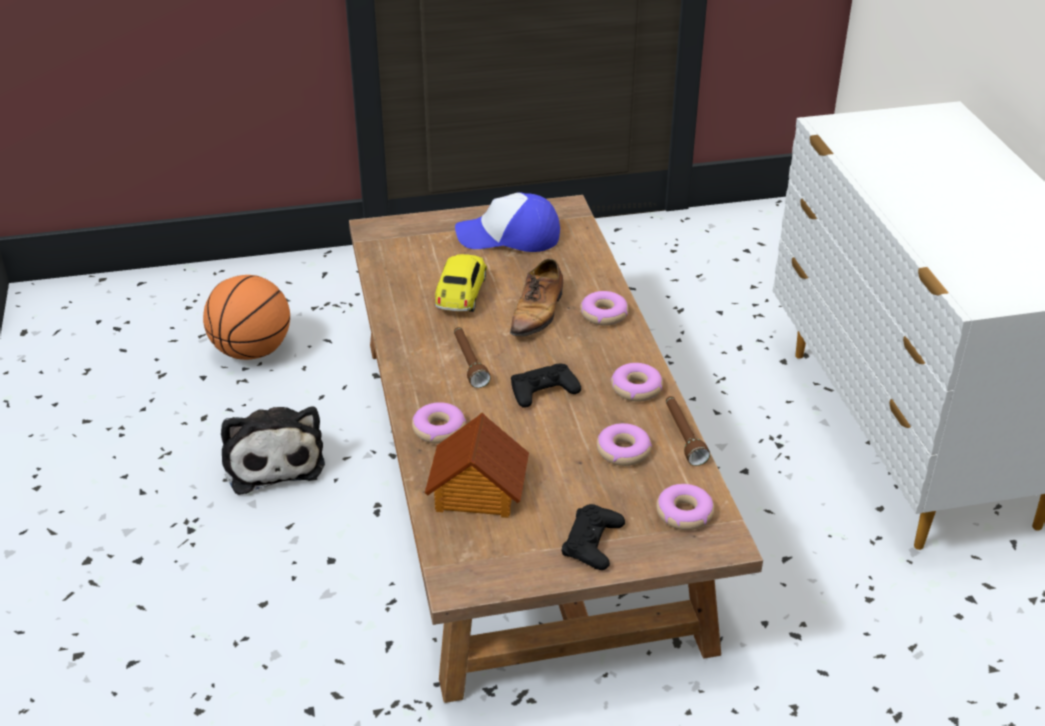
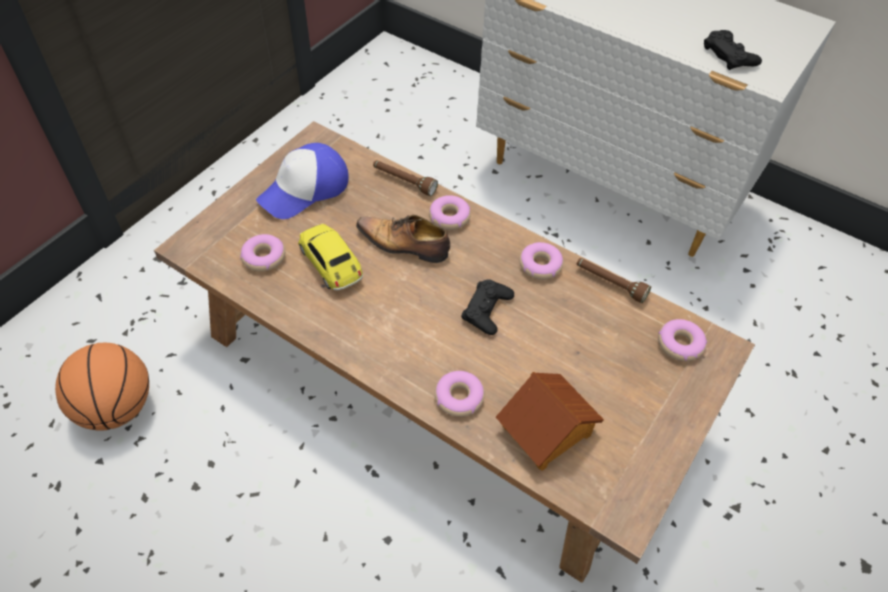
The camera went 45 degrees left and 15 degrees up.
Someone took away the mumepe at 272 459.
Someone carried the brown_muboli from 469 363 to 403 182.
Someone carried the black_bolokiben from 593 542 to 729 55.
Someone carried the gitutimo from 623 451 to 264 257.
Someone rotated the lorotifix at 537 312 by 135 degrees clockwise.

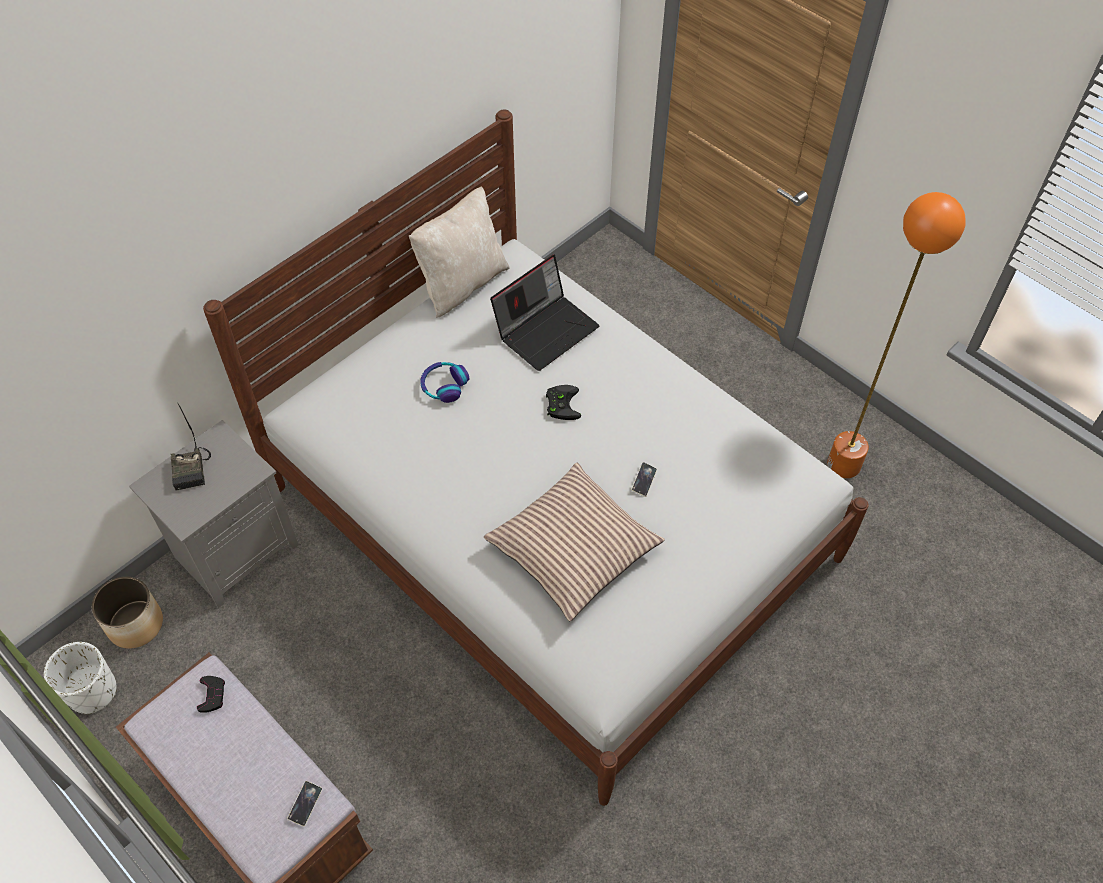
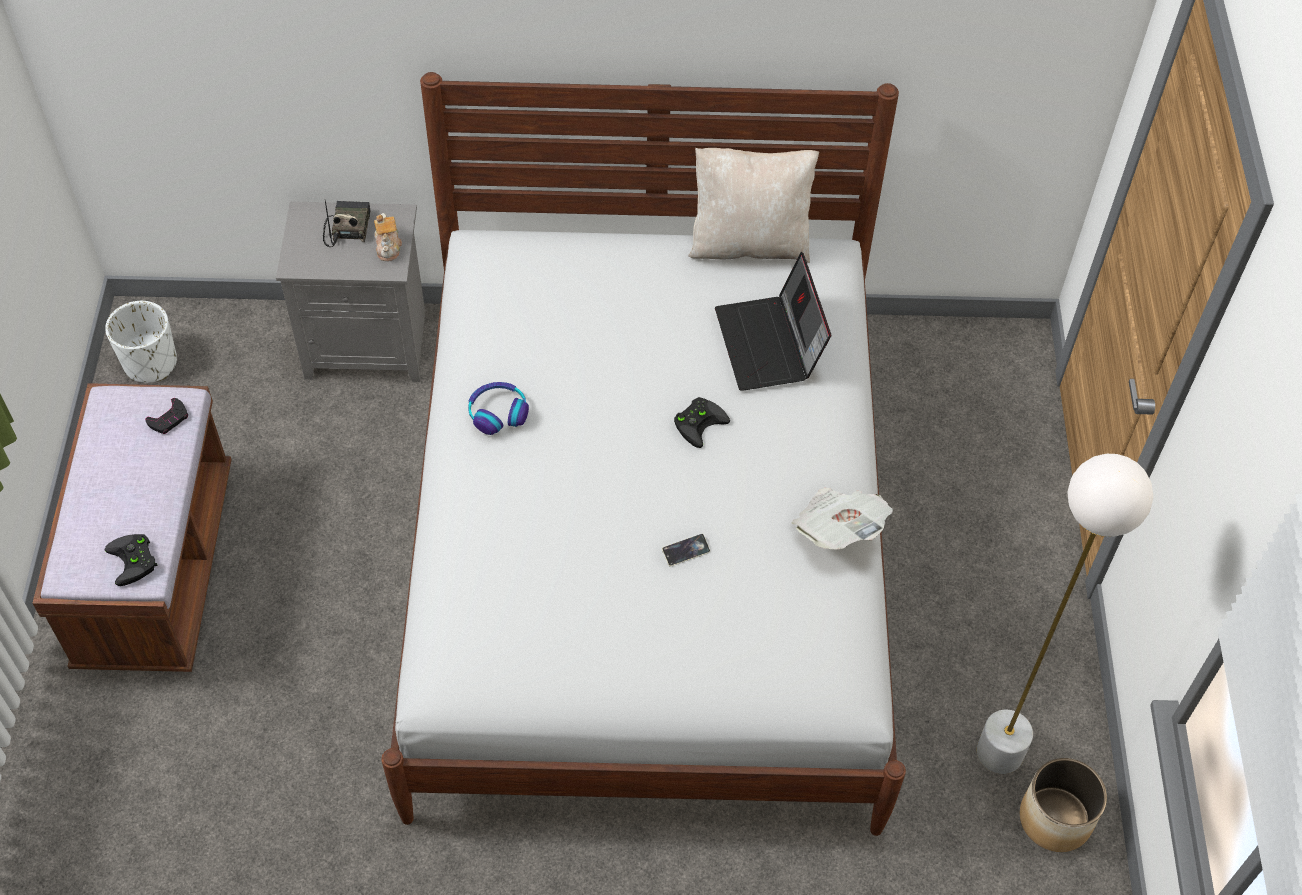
The camera went 45 degrees right and 0 degrees up.
Someone took away the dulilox at 573 548.
Someone put down the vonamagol at 388 246.
Someone put down the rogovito at 838 529.
Someone carried the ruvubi from 135 624 to 1054 818.
Someone carried the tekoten from 444 386 to 498 412.
Someone swapped the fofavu at 305 804 for the black_bolokiben at 134 561.
Someone repainted the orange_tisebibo at 844 464, which became the white_tisebibo at 1000 752.
Someone rotated the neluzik at 192 470 by 150 degrees clockwise.
Someone rotated the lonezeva at 546 329 by 75 degrees clockwise.

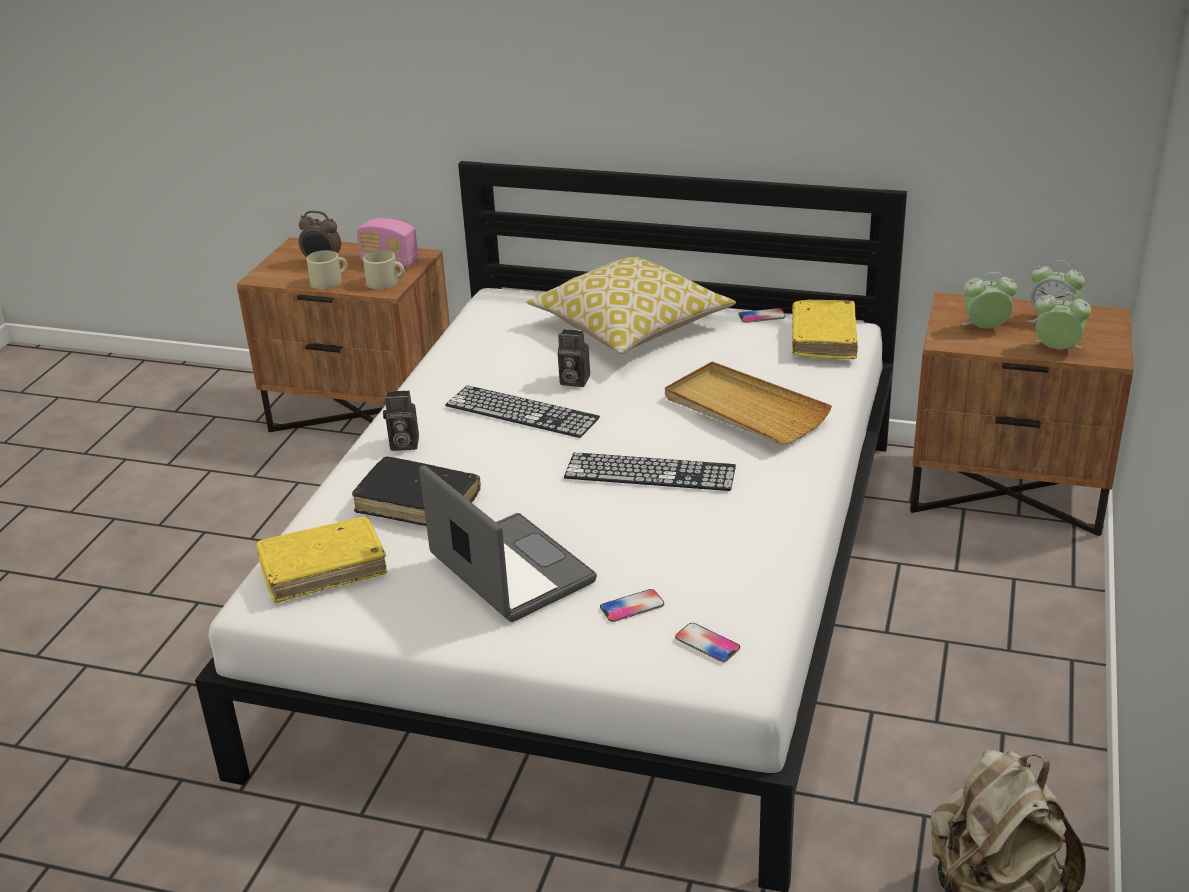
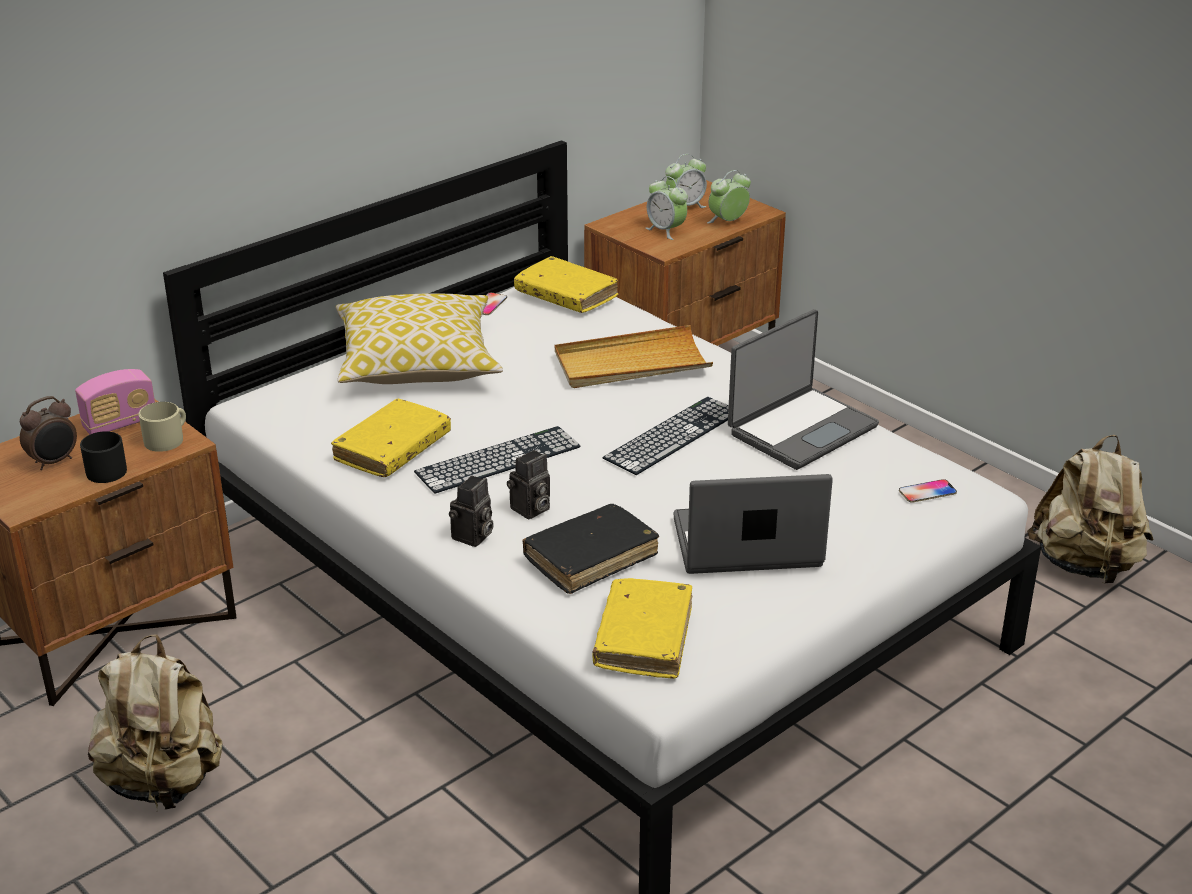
The camera went 60 degrees left and 0 degrees up.
Someone took away the fofavu at 632 606.
Someone put down the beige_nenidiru at 164 782.
Someone put down the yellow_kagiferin at 392 449.
Someone put down the lonezeva at 800 429.
Someone carried the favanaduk from 572 381 to 530 510.
Someone repainted the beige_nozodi at 330 281, which became the black_nozodi at 108 469.
Someone rotated the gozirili at 985 328 by 75 degrees counterclockwise.

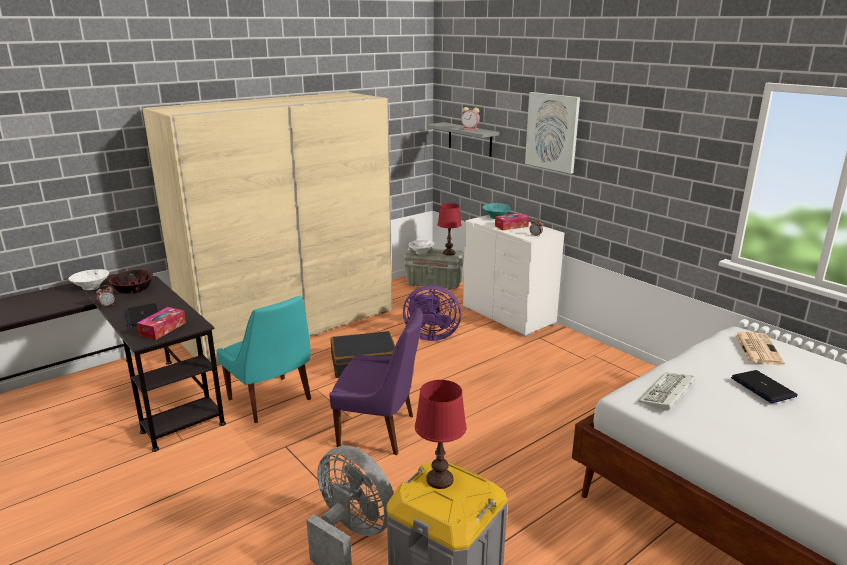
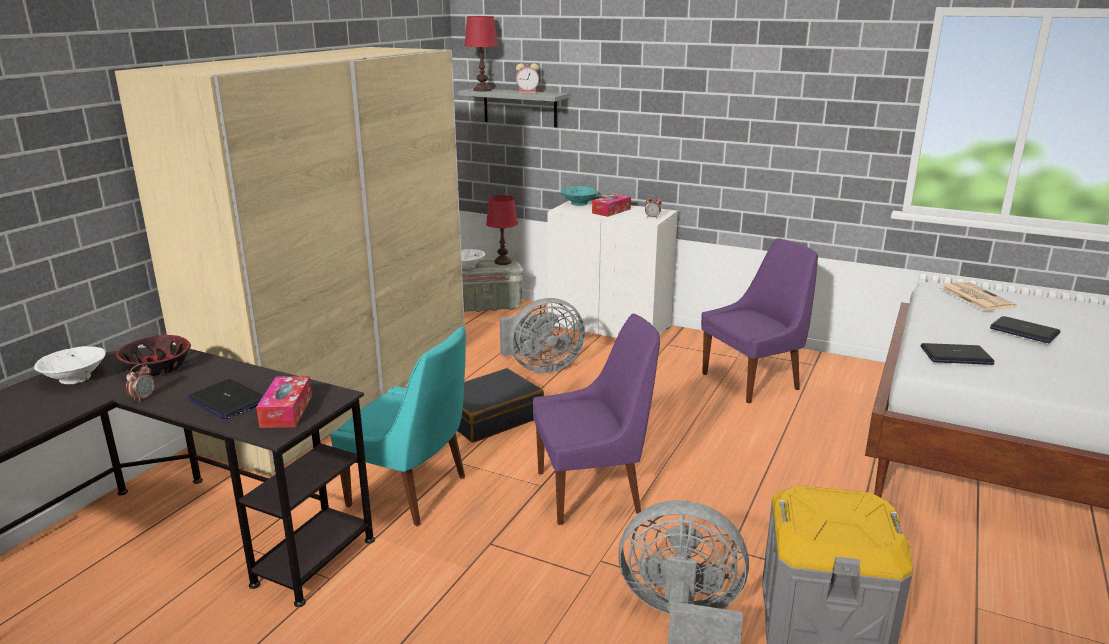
The camera went 25 degrees left and 0 degrees up.
Someone took away the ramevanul at 552 132.
Someone put down the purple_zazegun at 753 381.
Someone carried the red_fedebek from 439 480 to 482 90.
Someone swapped the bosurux at 667 394 for the lonezeva at 956 355.
Someone repainted the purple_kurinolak at 430 335, which became the grey_kurinolak at 541 367.

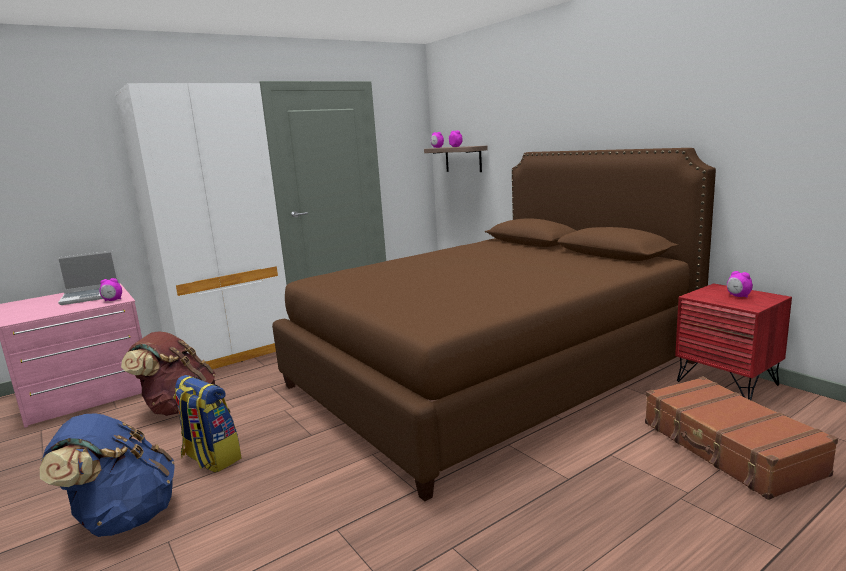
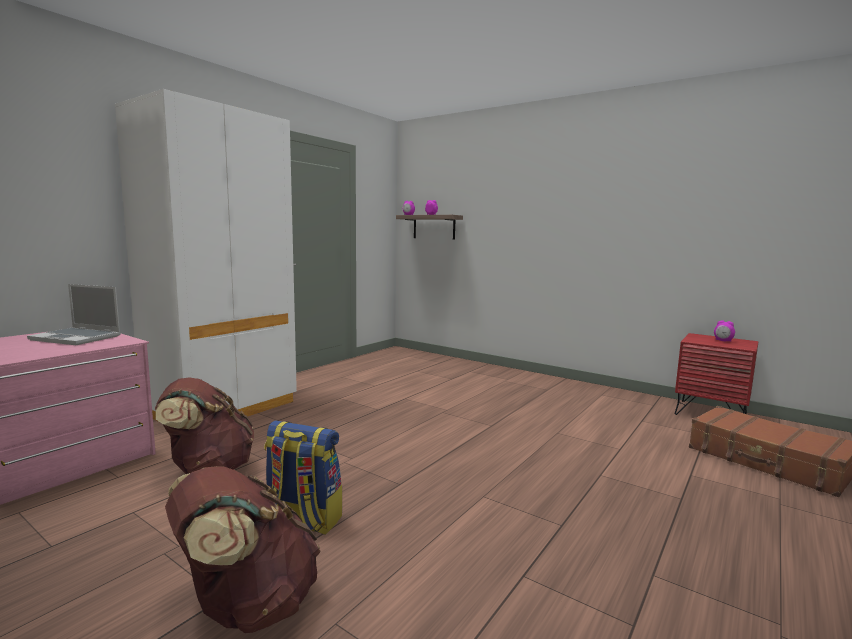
The camera went 20 degrees left and 5 degrees down.
Someone took away the gozirili at 113 300.
Someone took away the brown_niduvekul at 490 374.
Someone repainted the blue_nenidiru at 123 518, which became the brown_nenidiru at 247 605.
Someone rotated the lonezeva at 92 296 by 60 degrees clockwise.

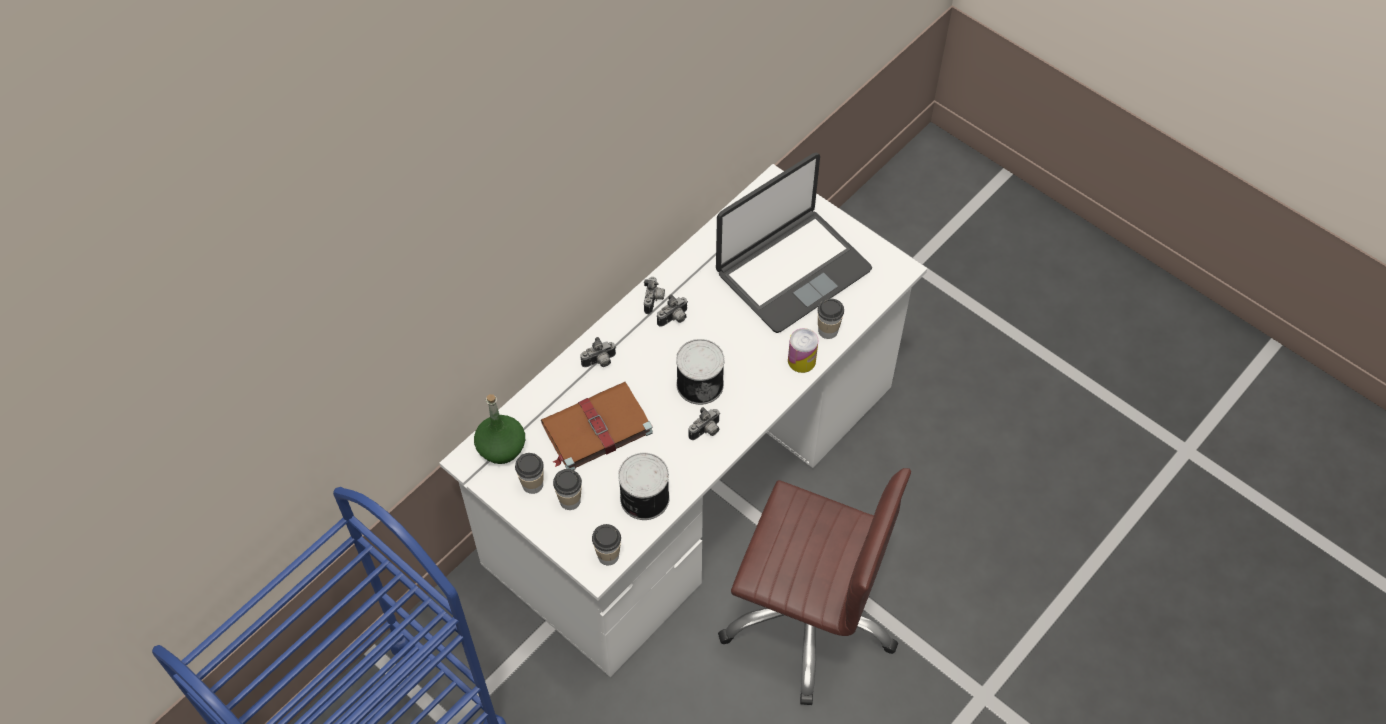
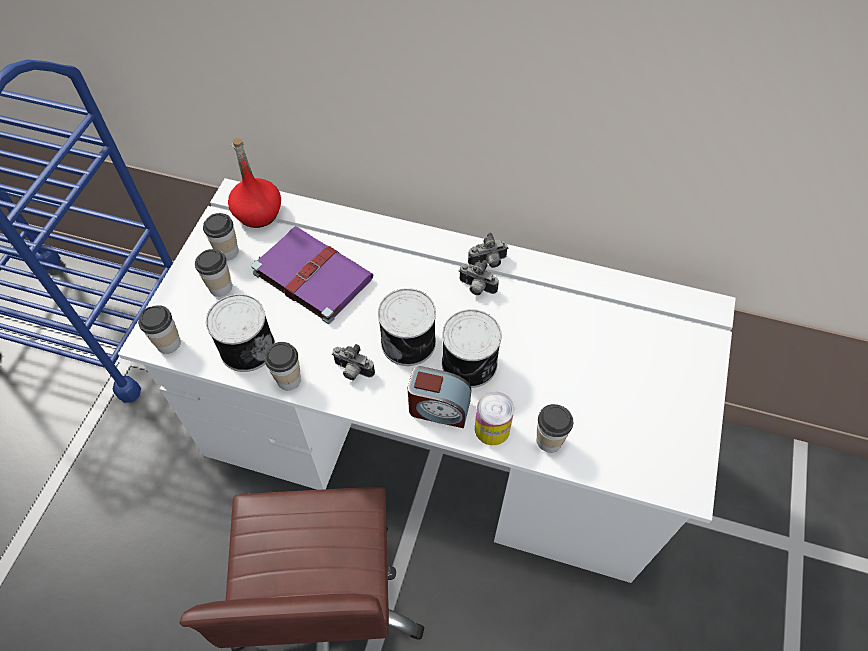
The camera went 65 degrees right and 0 degrees up.
Someone took away the favanaduk at 600 362.
Someone took away the lonezeva at 792 271.
Someone put down the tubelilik at 288 379.
Someone put down the gozirili at 438 408.
Someone put down the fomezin at 470 364.
Someone repainted the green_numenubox at 501 447, which became the red_numenubox at 258 213.
Someone repainted the brown_kagiferin at 595 429, which became the purple_kagiferin at 311 275.

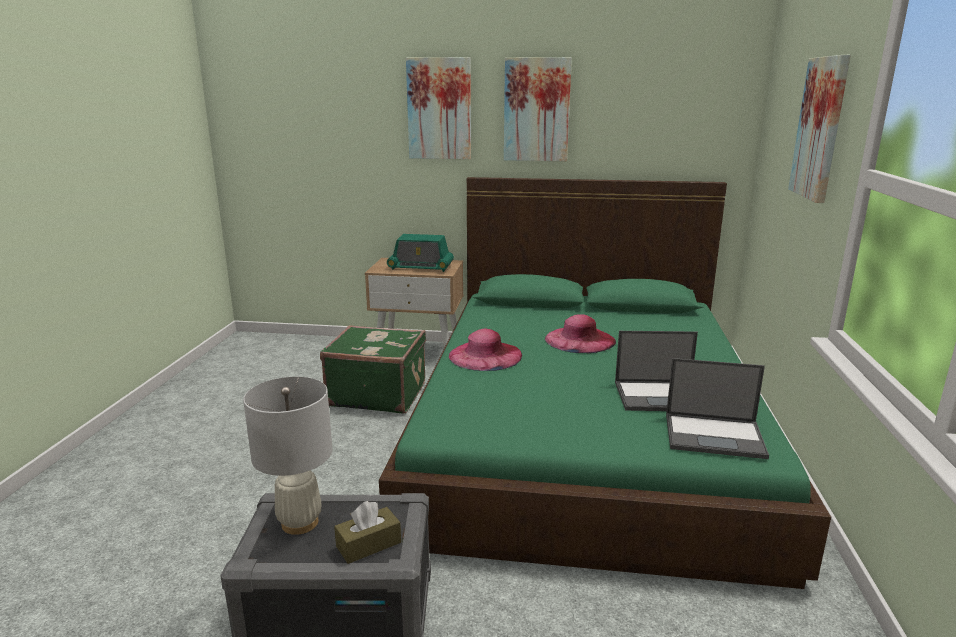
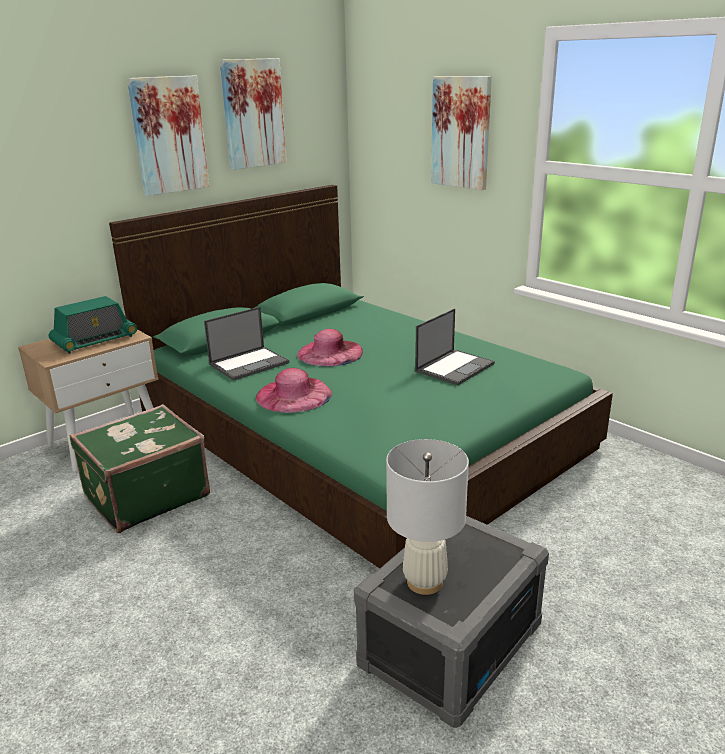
The camera went 50 degrees left and 5 degrees up.
Someone took away the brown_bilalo at 368 544.
Someone carried the ramevanul from 439 109 to 253 114.
Someone carried the lonezeva from 715 435 to 249 363.

